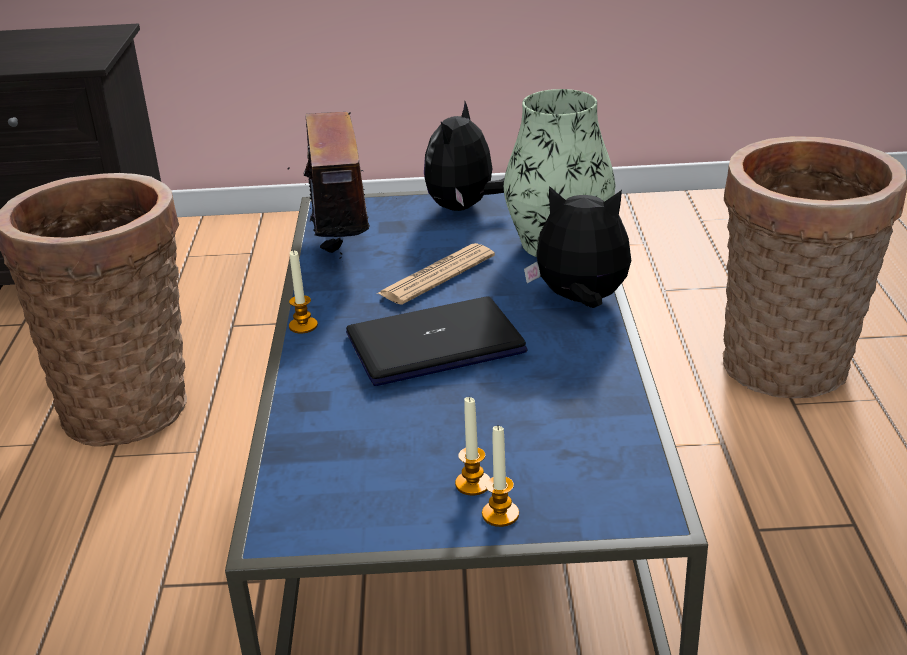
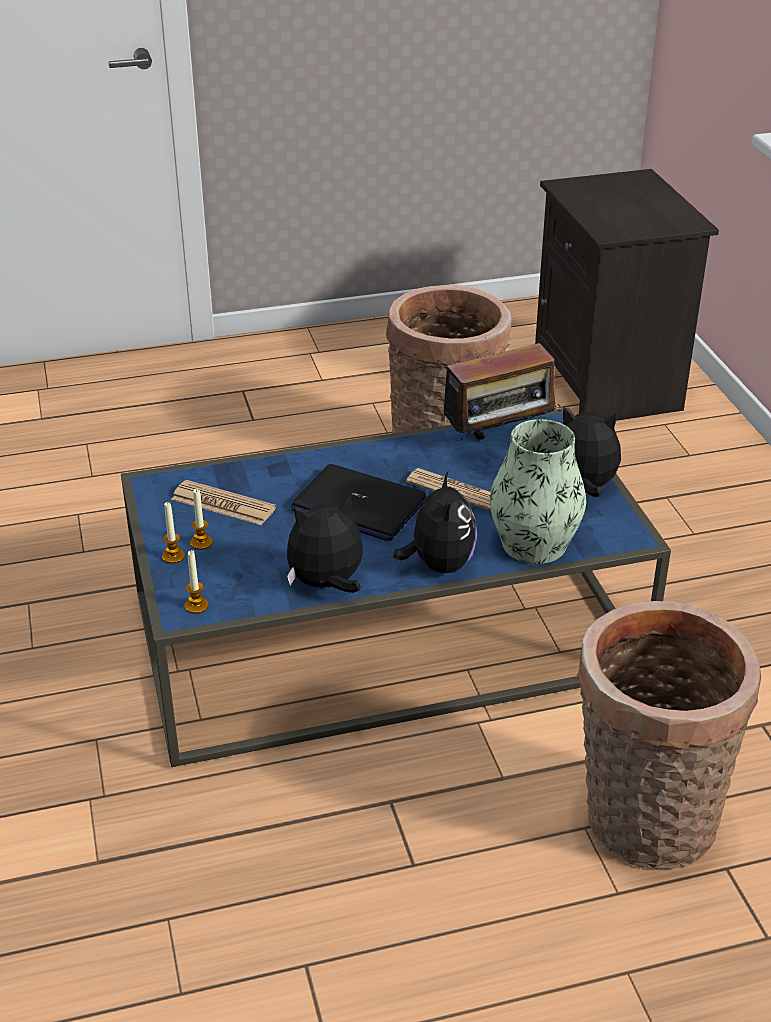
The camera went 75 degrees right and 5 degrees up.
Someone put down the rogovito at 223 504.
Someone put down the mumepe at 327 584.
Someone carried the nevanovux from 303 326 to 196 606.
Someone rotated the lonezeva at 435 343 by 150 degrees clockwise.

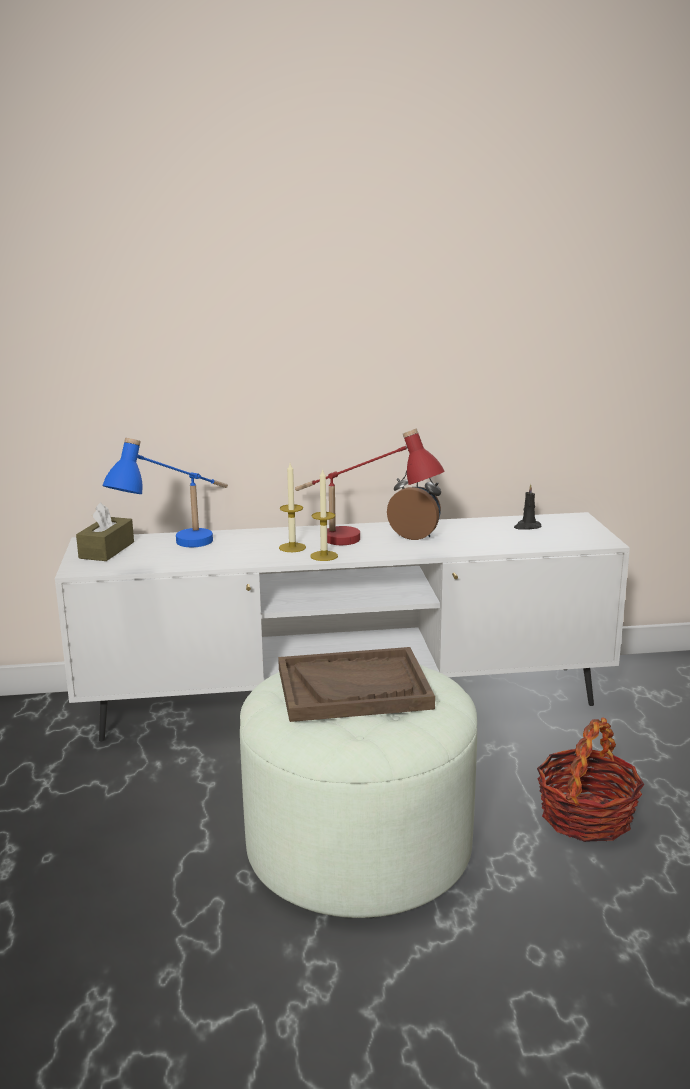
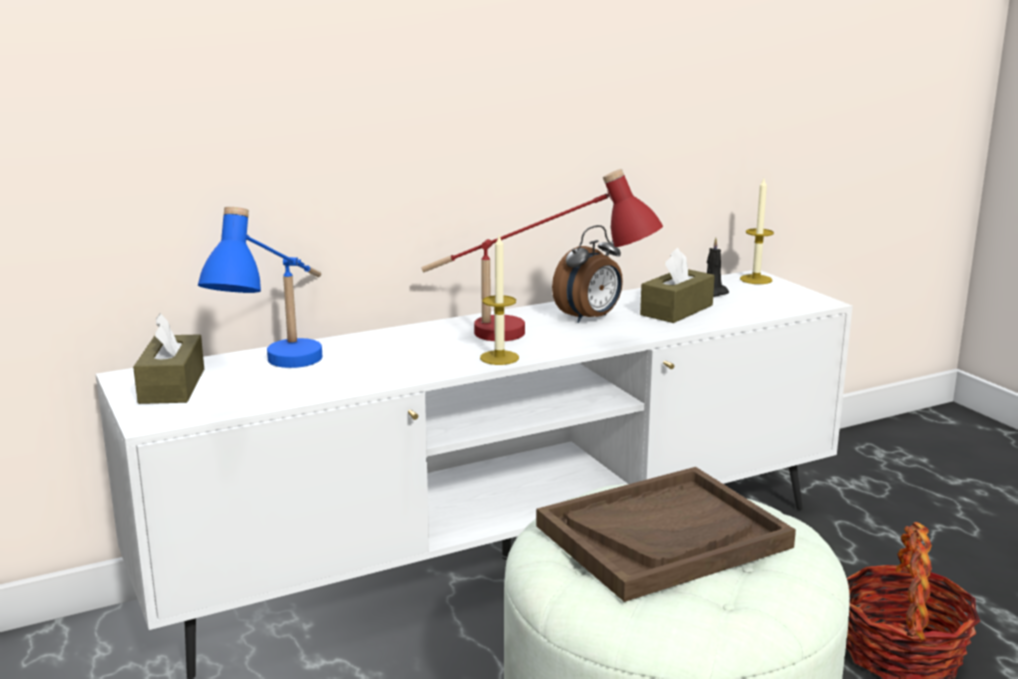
The camera went 20 degrees left and 0 degrees up.
Someone put down the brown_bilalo at 676 310.
Someone carried the nevanovux from 292 547 to 756 279.
Someone rotated the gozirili at 415 536 by 135 degrees clockwise.

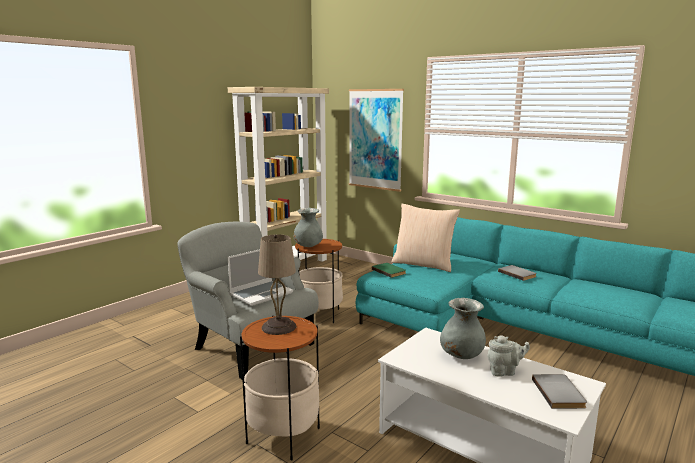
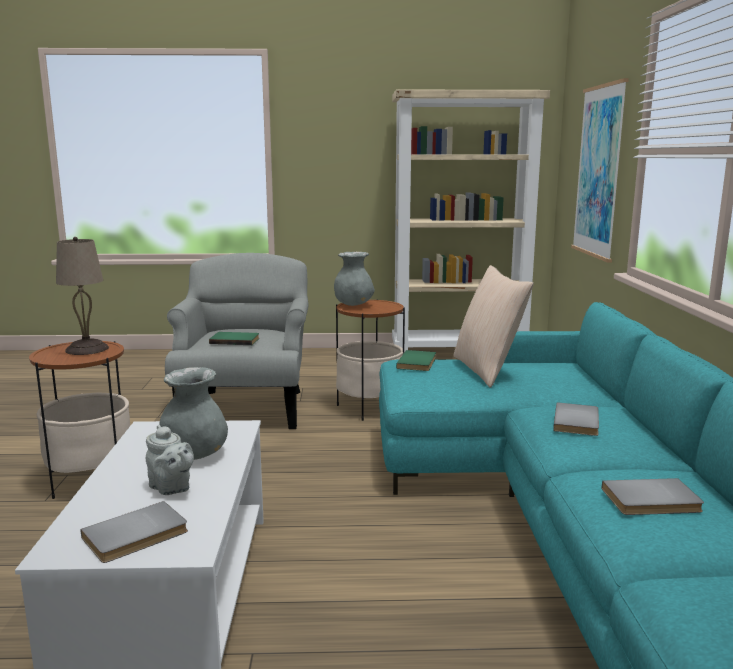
The camera went 50 degrees right and 0 degrees up.
Someone put down the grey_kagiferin at 652 501.
Someone swapped the lonezeva at 261 294 for the green_kagiferin at 235 340.

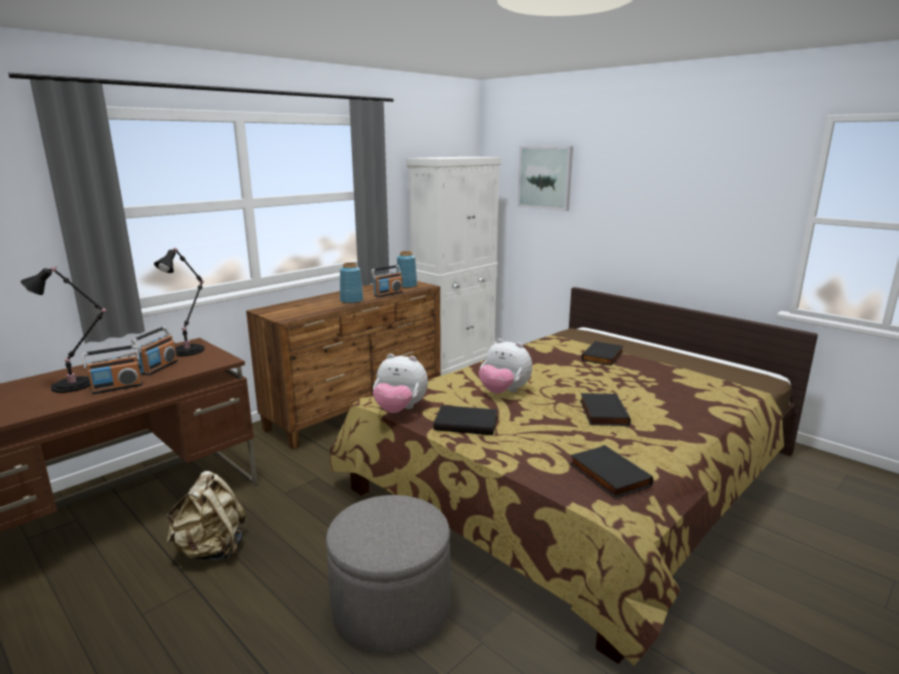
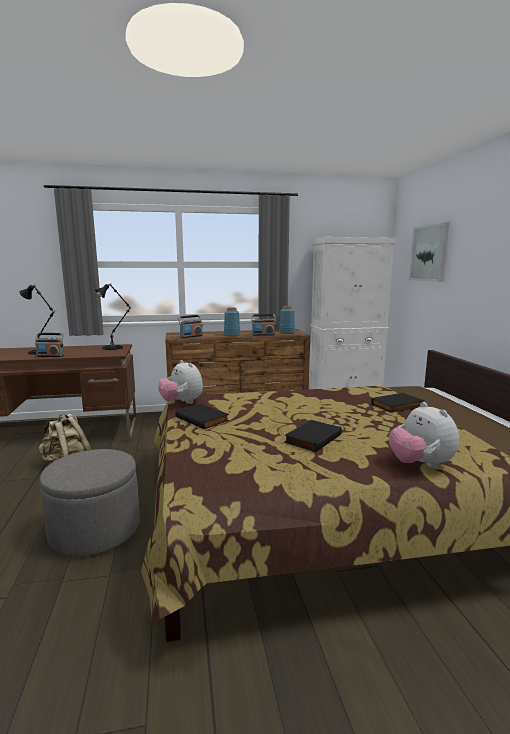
The camera went 35 degrees right and 5 degrees down.
Someone took away the black_kagiferin at 607 475.
Someone carried the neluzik from 159 367 to 191 336.
Someone carried the mumepe from 504 392 to 420 464.

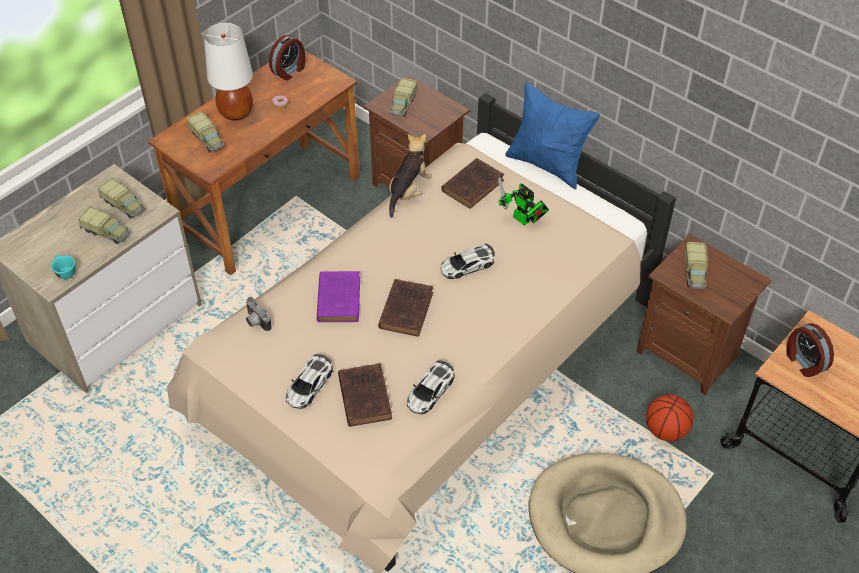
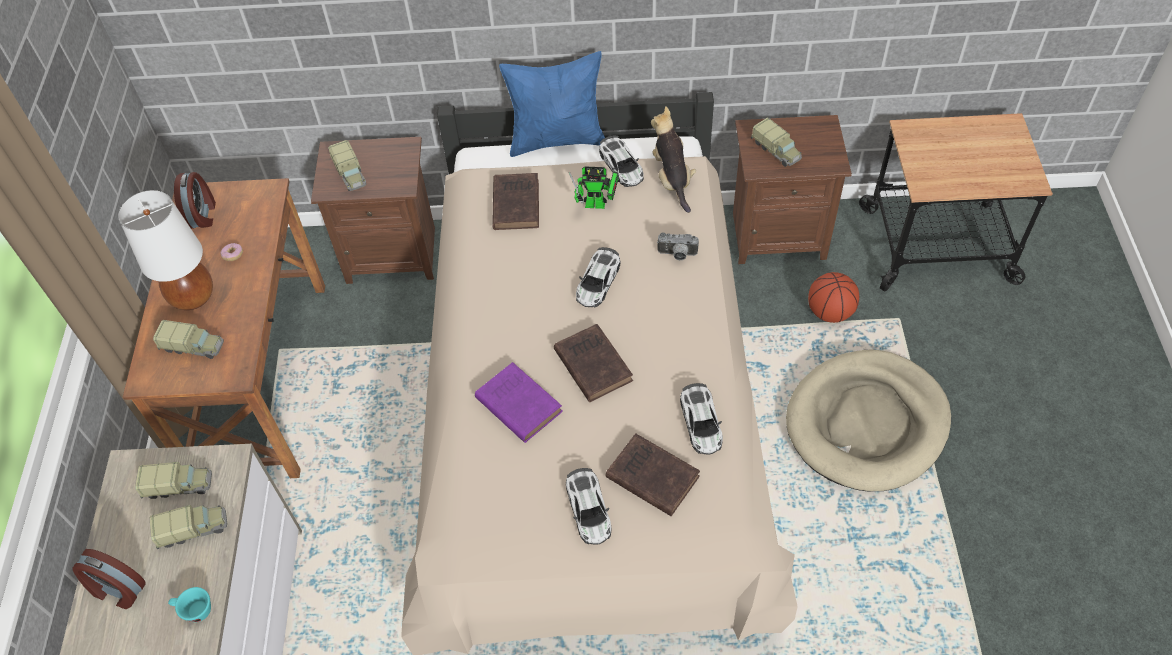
The camera went 40 degrees left and 5 degrees up.
Someone put down the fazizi at 621 166.
Someone carried the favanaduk from 256 322 to 677 255.
Someone carried the mumepe from 408 192 to 672 179.
Someone carried the gozirili from 803 362 to 117 590.

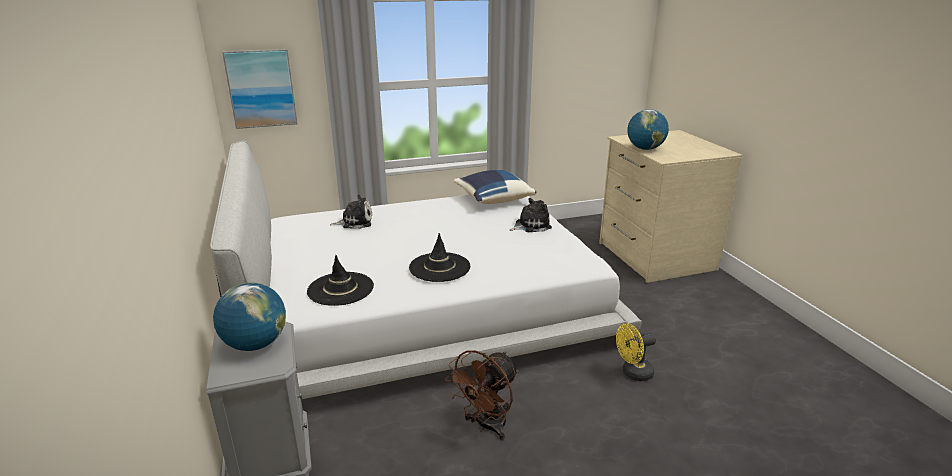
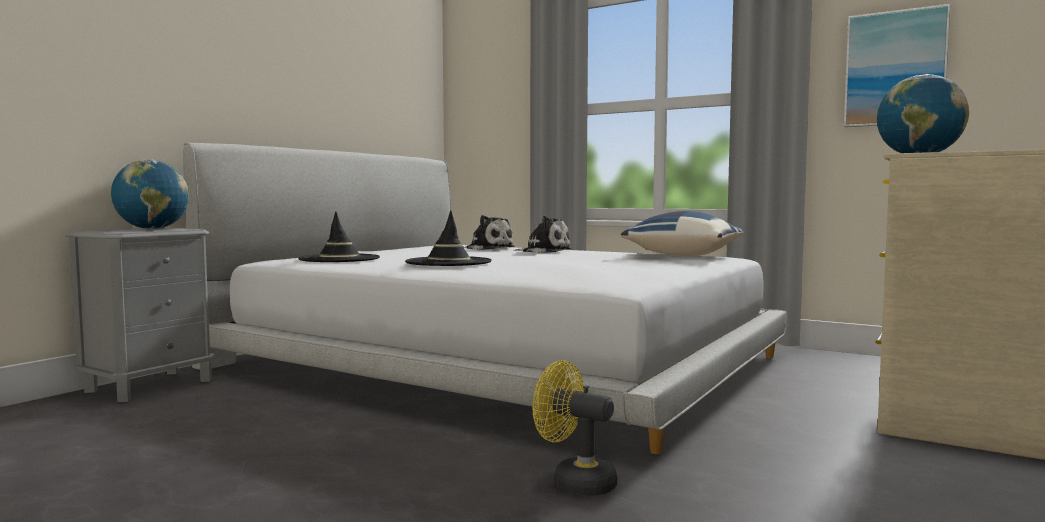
The camera went 50 degrees right and 20 degrees down.
Someone took away the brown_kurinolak at 486 426.
Someone carried the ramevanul from 261 88 to 895 68.
Someone carried the mumepe from 531 225 to 544 251.

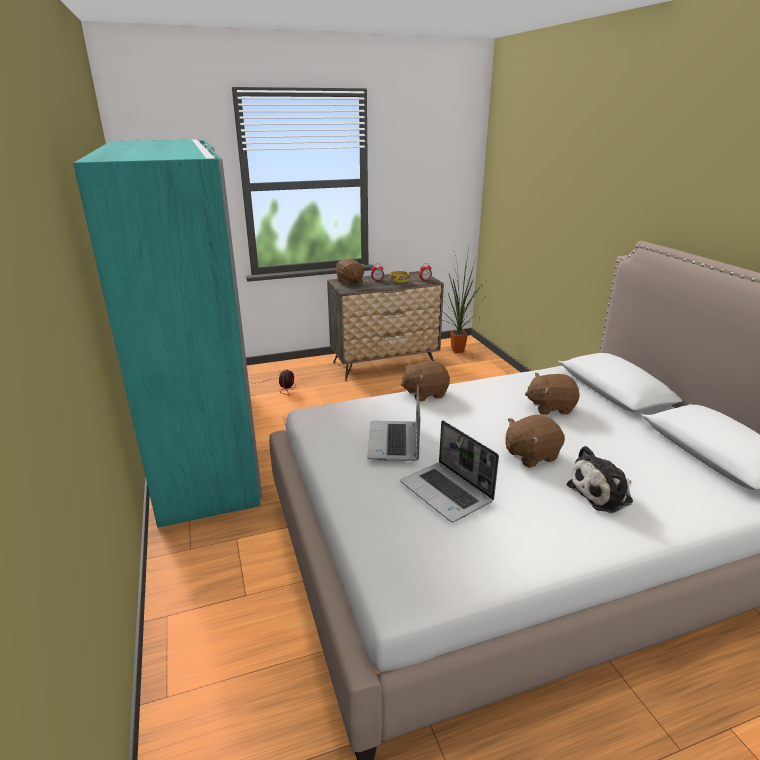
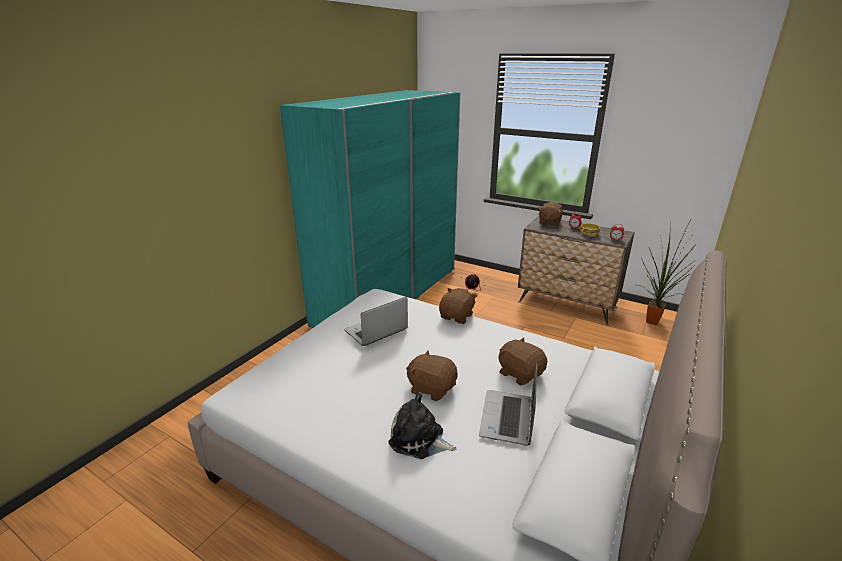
The camera went 50 degrees right and 0 degrees up.
Someone carried the lonezeva from 447 493 to 508 419.
Someone rotated the brown_mumepe at 424 393 by 90 degrees clockwise.

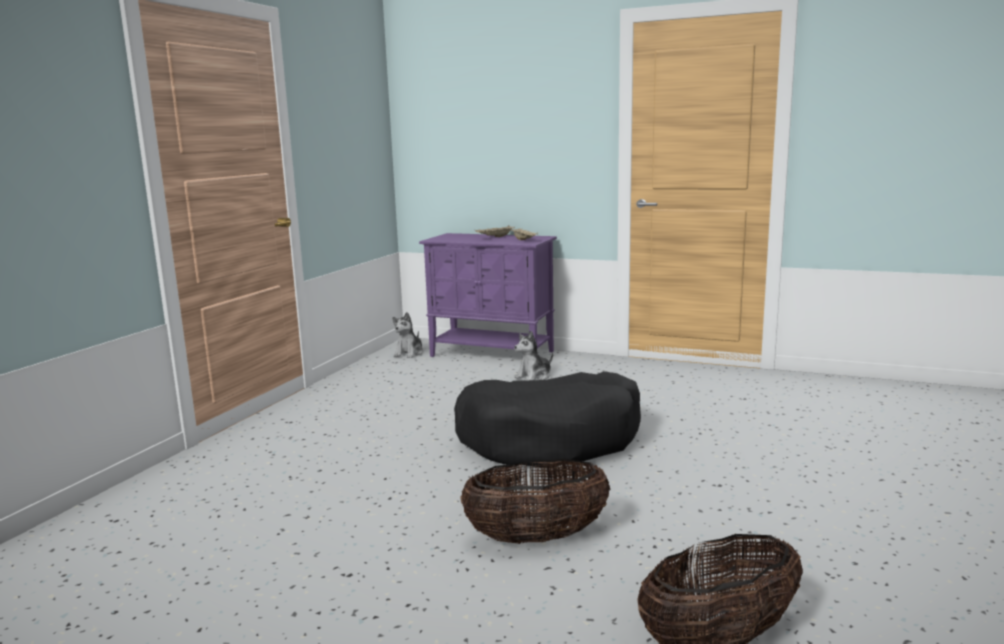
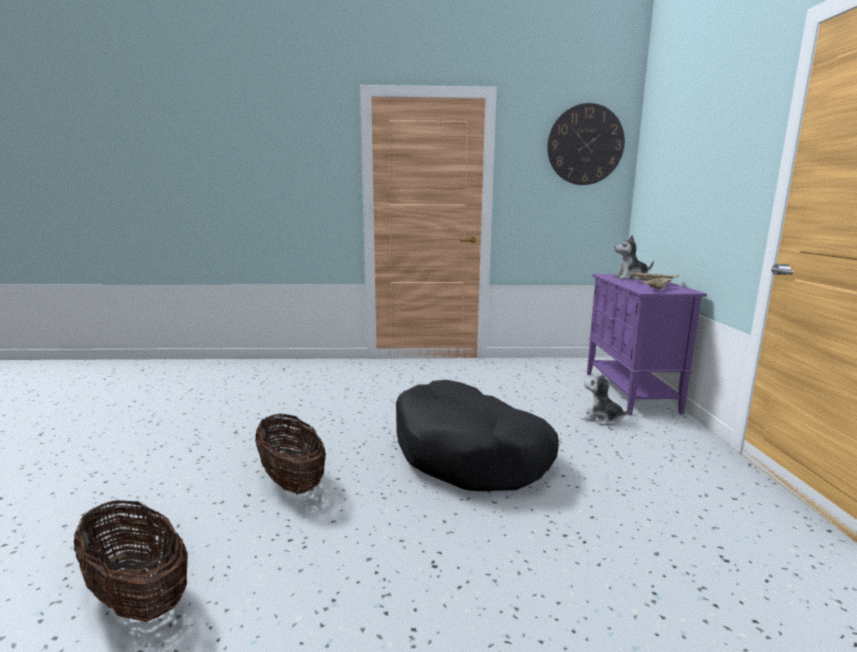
The camera went 65 degrees right and 0 degrees up.
Someone put up the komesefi at 585 145.
Someone carried the mumepe from 409 353 to 630 278.

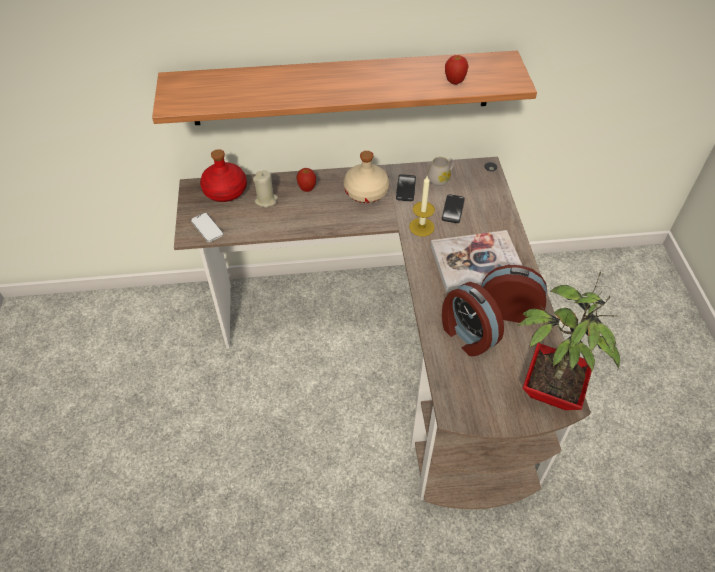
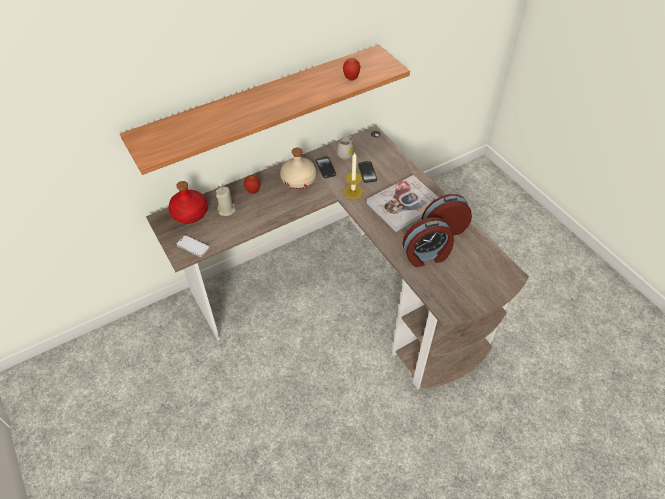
The camera went 25 degrees left and 0 degrees up.
Someone took away the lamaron at 548 389.
Someone rotated the gozirili at 467 335 by 45 degrees counterclockwise.

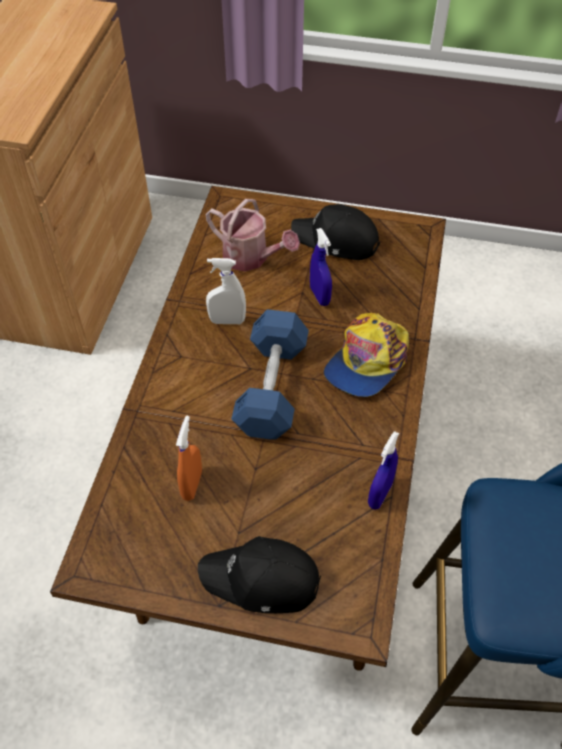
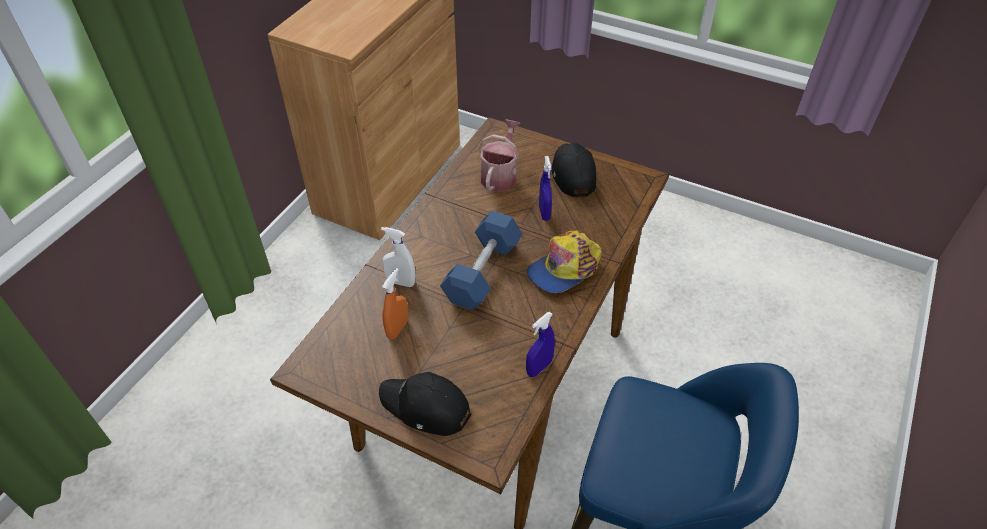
The camera went 15 degrees right and 5 degrees down.
Someone carried the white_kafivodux from 227 321 to 401 282.
Someone rotated the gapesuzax at 251 258 by 120 degrees counterclockwise.
Someone rotated the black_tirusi at 336 240 by 45 degrees clockwise.

